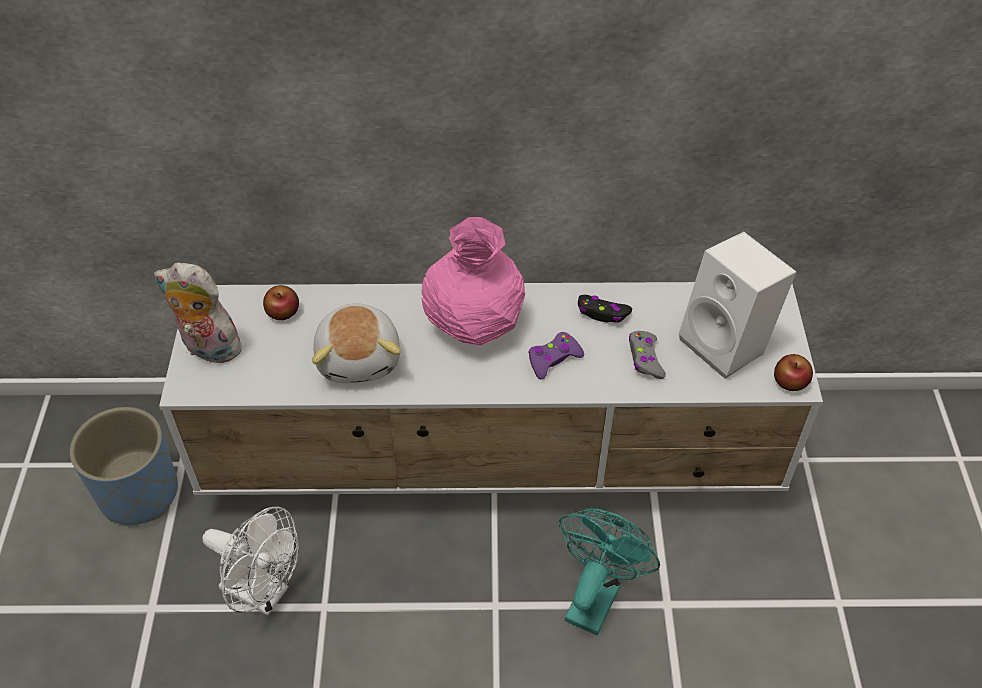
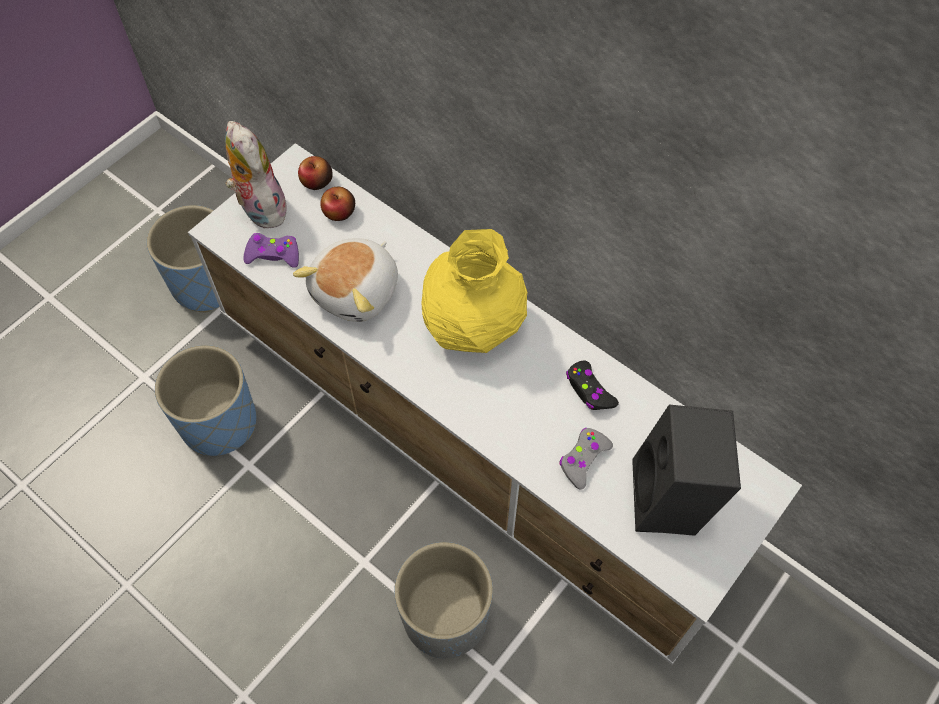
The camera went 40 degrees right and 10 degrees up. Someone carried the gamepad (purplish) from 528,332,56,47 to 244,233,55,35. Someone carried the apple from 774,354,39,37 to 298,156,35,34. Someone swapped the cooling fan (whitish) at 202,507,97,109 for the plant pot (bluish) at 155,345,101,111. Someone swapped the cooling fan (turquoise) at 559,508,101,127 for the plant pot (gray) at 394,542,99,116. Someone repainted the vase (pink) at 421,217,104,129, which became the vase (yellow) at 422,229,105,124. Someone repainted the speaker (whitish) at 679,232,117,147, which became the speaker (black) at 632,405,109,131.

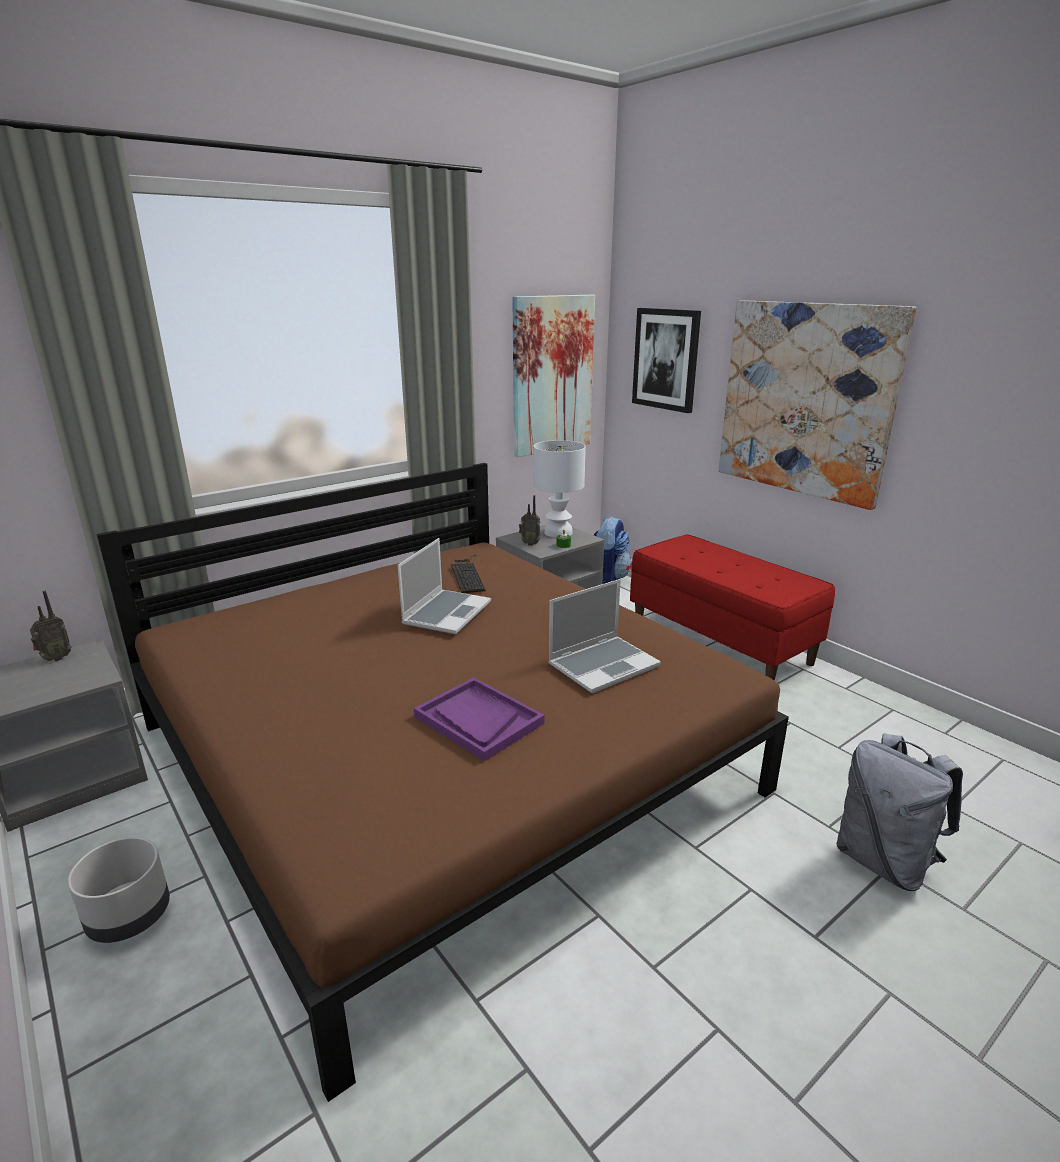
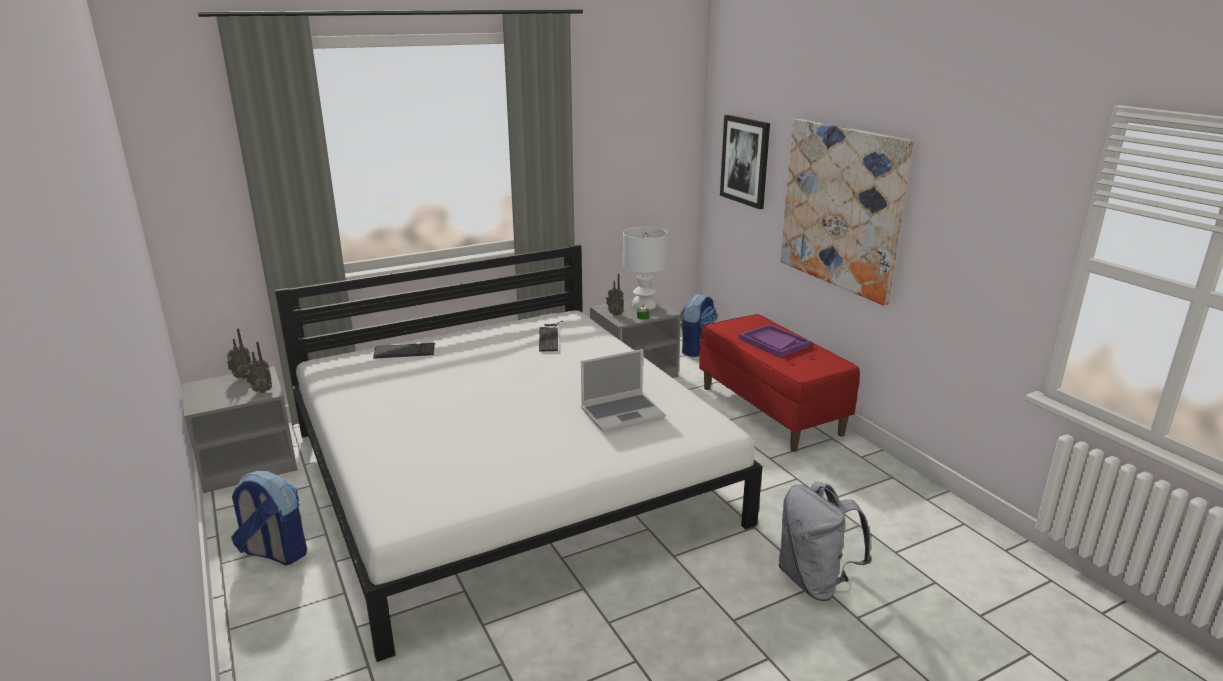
The camera went 10 degrees right and 0 degrees up. Someone took away the notebook computer at 398,538,93,96. Someone took away the wall picture at 512,295,83,162. Someone put down the radio receiver at 245,341,27,52. Someone put down the computer keyboard at 373,343,62,16. Someone carried the tray (purplish) from 414,677,131,84 to 739,324,72,33. Someone swapped the plant pot (gray) at 68,837,102,106 for the backpack at 231,471,76,94. Someone repainted the bedroom bed (brown-coloured) at 97,463,692,639, which became the bedroom bed (whitish) at 275,244,488,418.

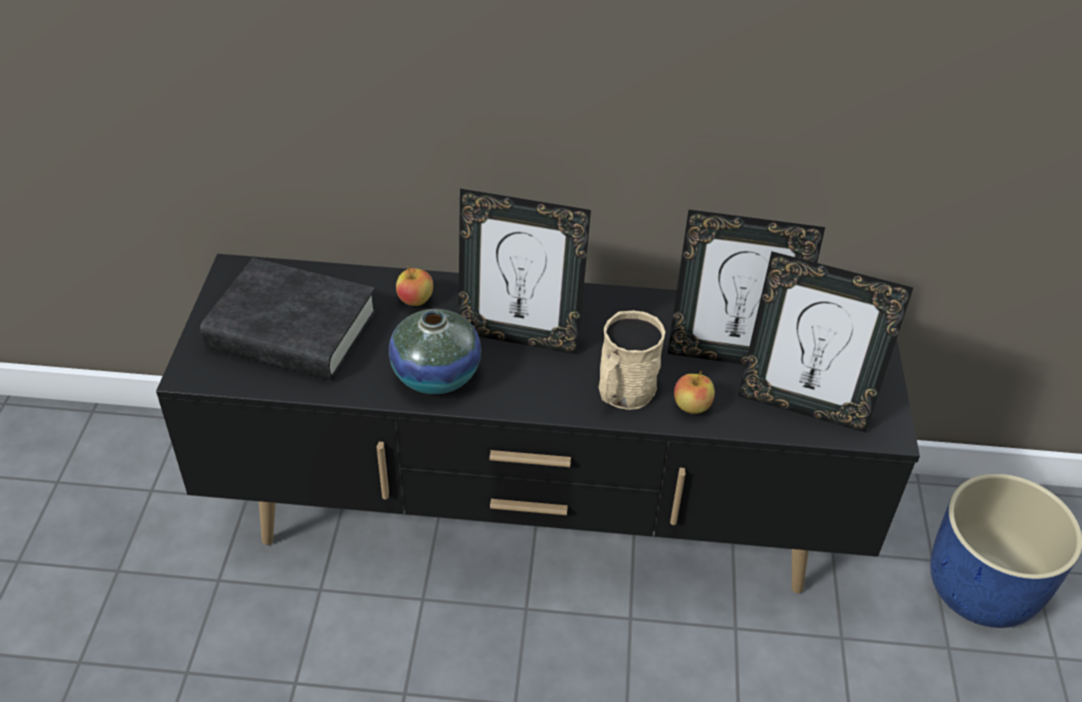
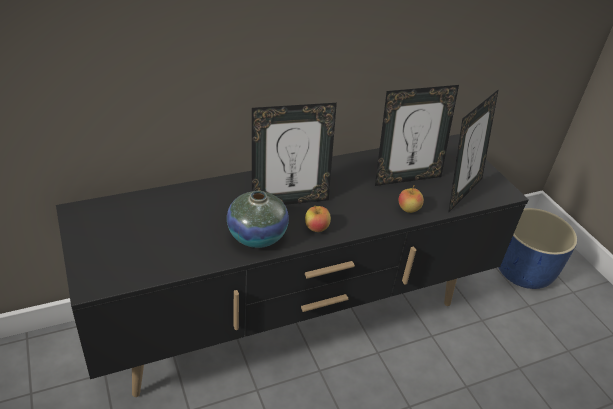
The camera went 30 degrees left and 5 degrees down. Someone took away the bound book (black) at 200,258,177,122. Someone took away the mug (sand-coloured) at 599,311,66,99. Someone carried the apple from 396,266,37,40 to 305,206,26,26. Someone rotated the picture frame at 738,251,175,182 by 45 degrees counterclockwise.

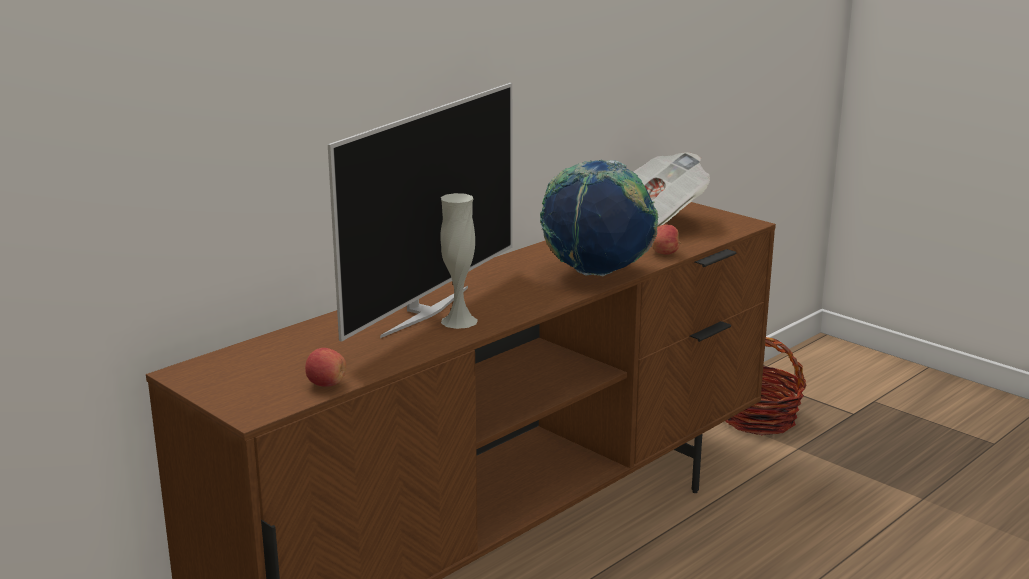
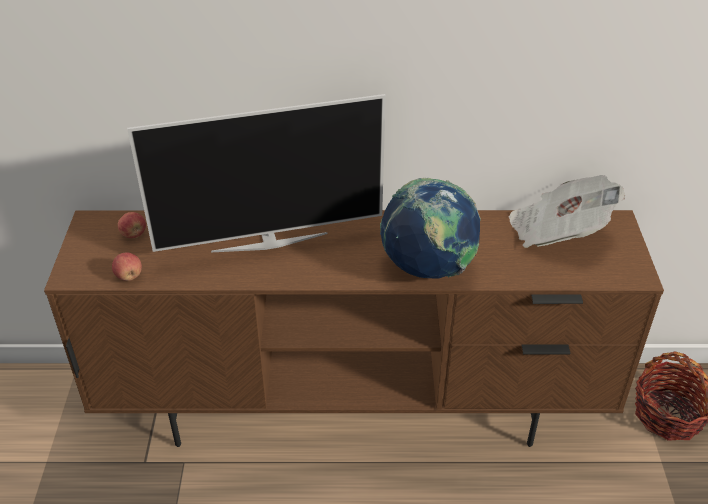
The camera went 45 degrees right and 20 degrees up. Someone took away the vase (whitish) at 440,193,38,136. Someone carried the apple from 652,224,29,31 to 118,212,28,26.

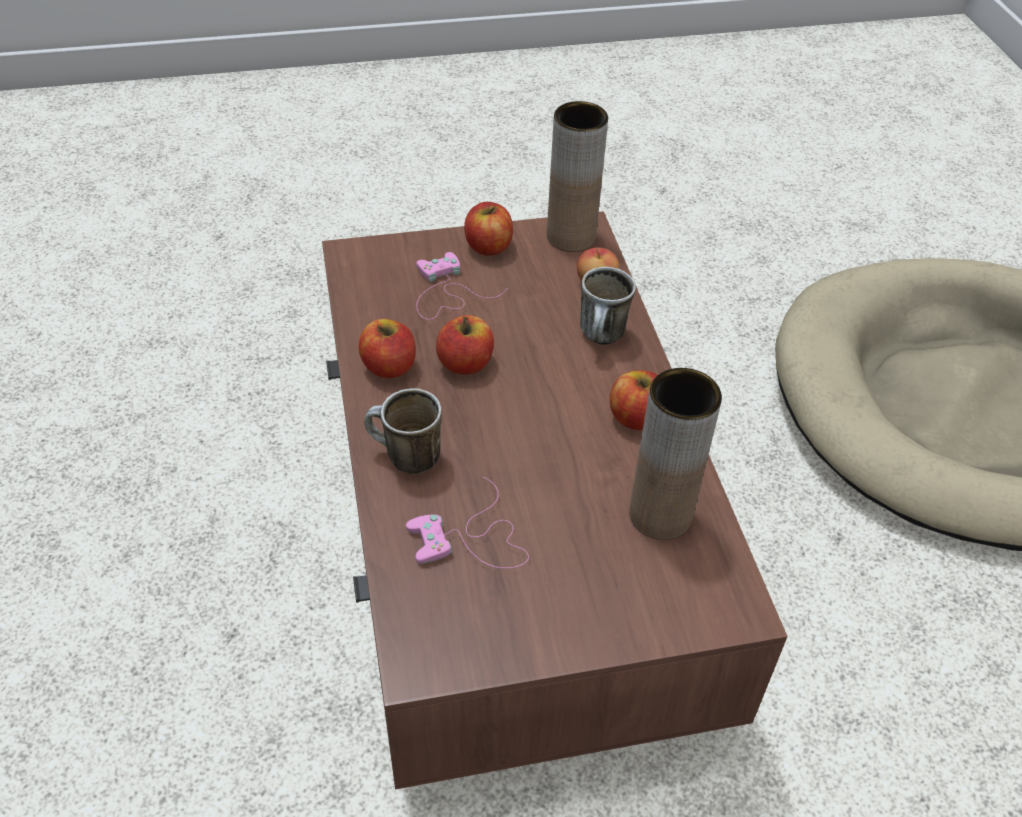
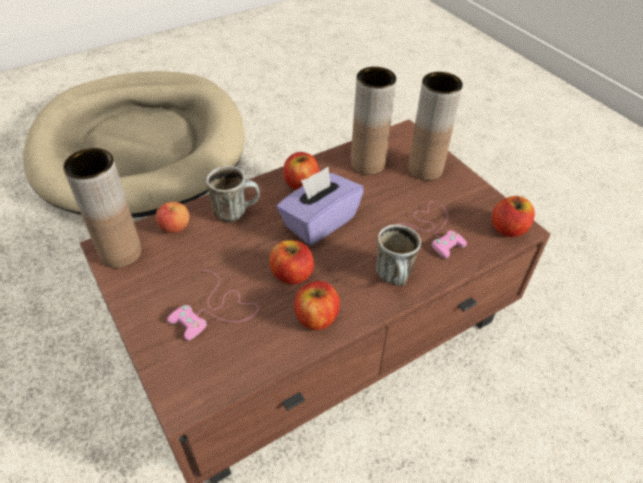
The camera went 110 degrees left and 0 degrees up. Someone put down the tissue holder (purplish) at 276,167,88,78. Someone put down the vase (brown-coloured) at 408,72,55,108. Someone carried the apple from 464,202,49,53 to 492,196,43,41.

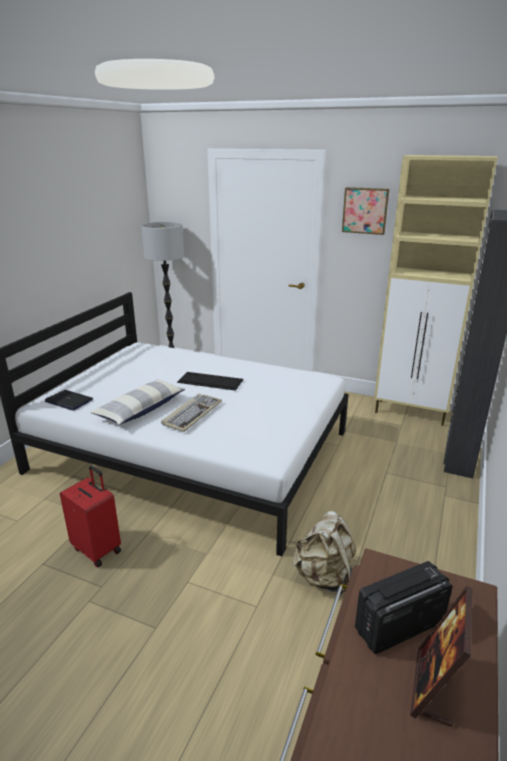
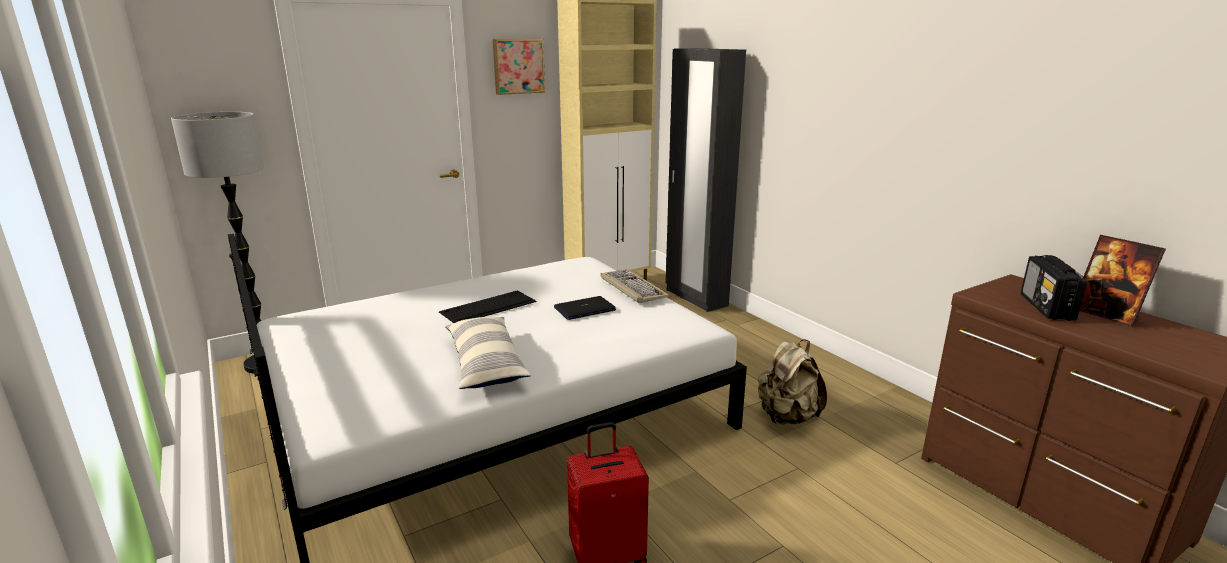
The camera went 55 degrees left and 5 degrees down. Someone carried the notebook computer from 45,390,48,21 to 554,296,62,24. Someone carried the computer keyboard from 161,393,61,39 to 600,270,69,33.

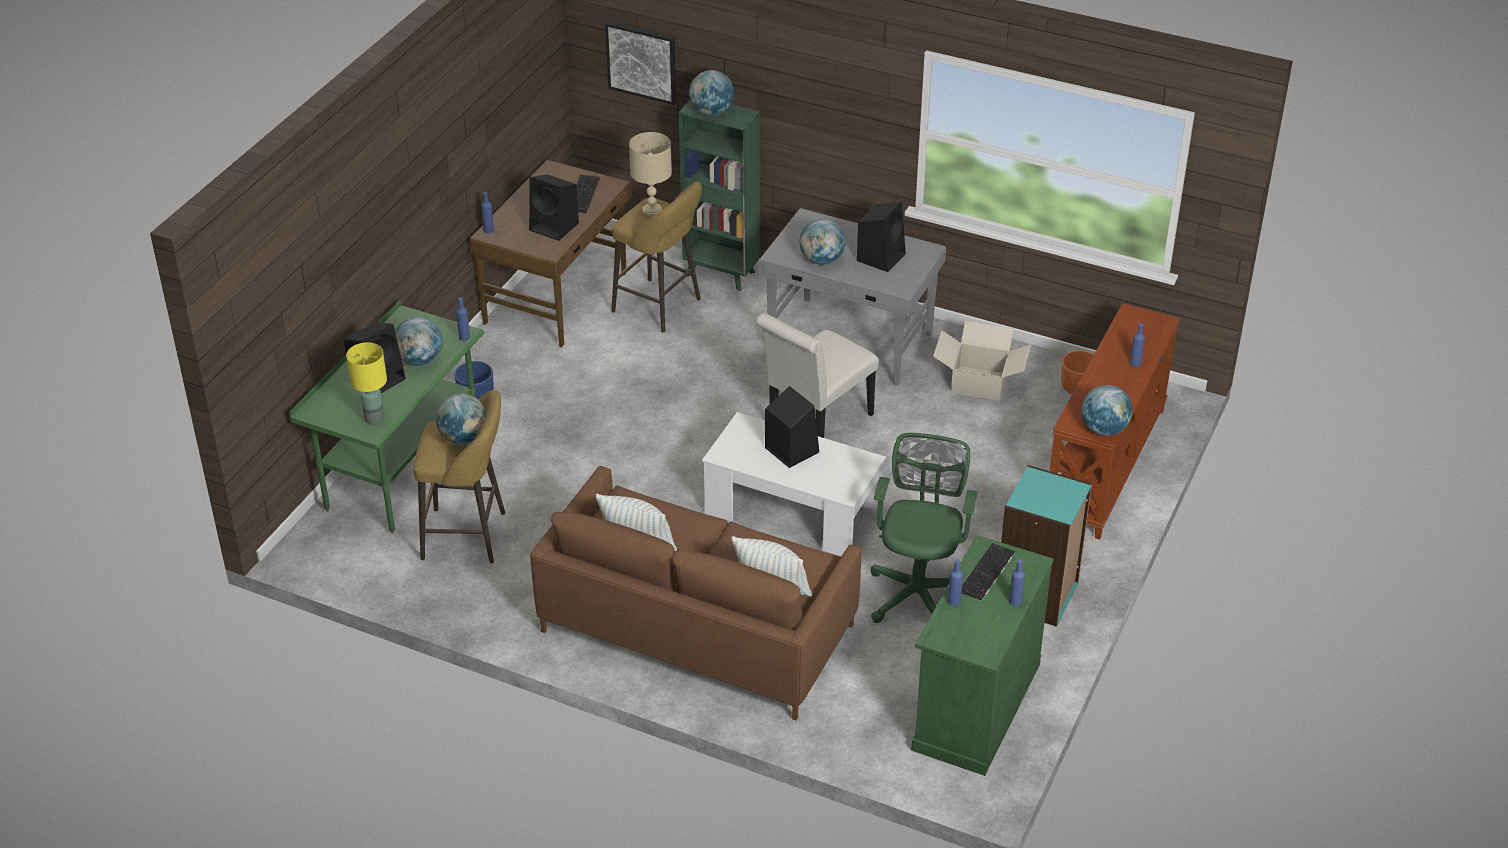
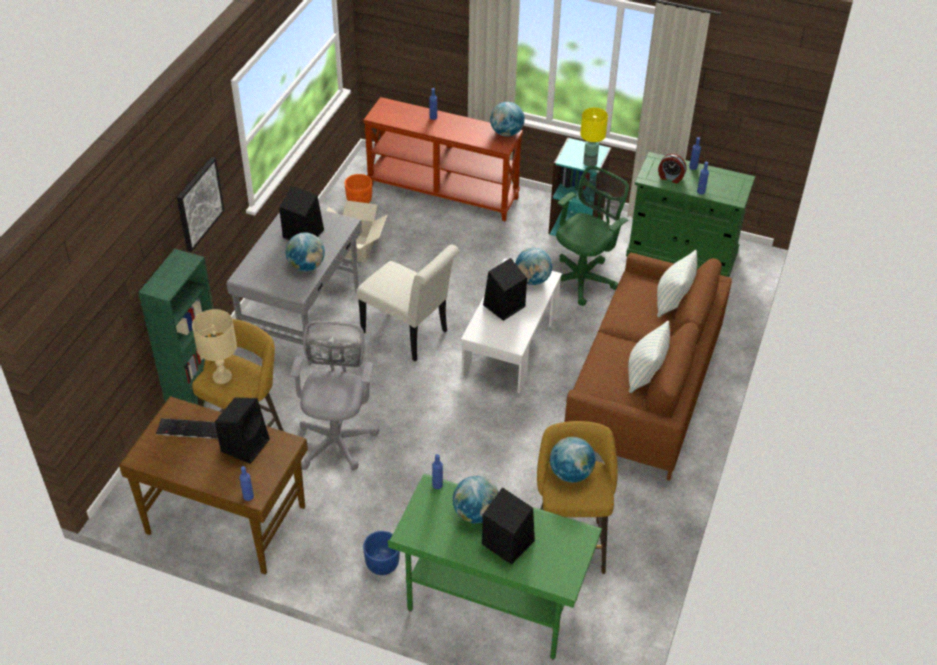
The camera went 95 degrees left and 5 degrees up. Someone put down the office chair (gray) at 290,321,89,149. Someone carried the table lamp (yellow) from 346,342,41,83 to 580,107,28,59. Someone carried the wall picture from 605,21,71,84 to 177,157,48,95. Someone carried the globe from 689,70,45,46 to 515,248,37,37. Someone swapped the computer keyboard at 962,543,53,58 for the table clock at 658,154,29,30. Someone rotated the office chair (green-coloured) at 871,433,107,190 by 120 degrees clockwise.

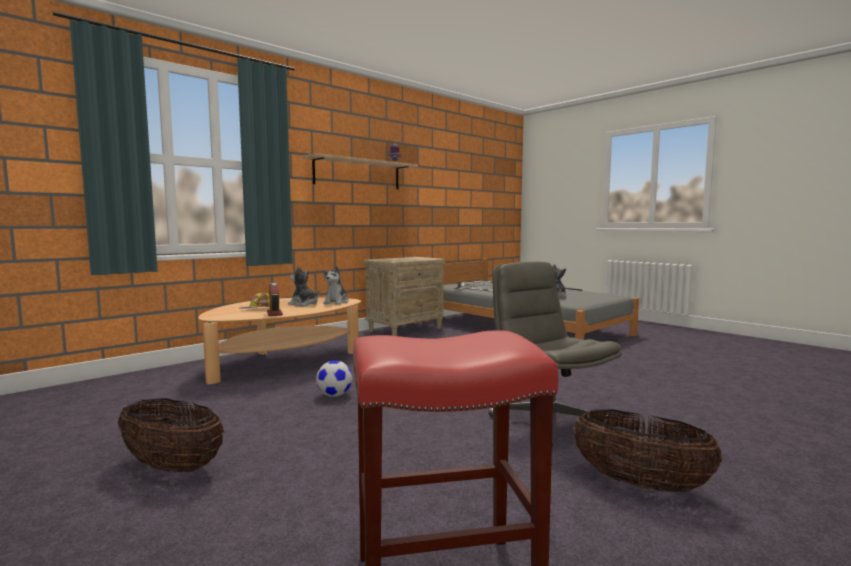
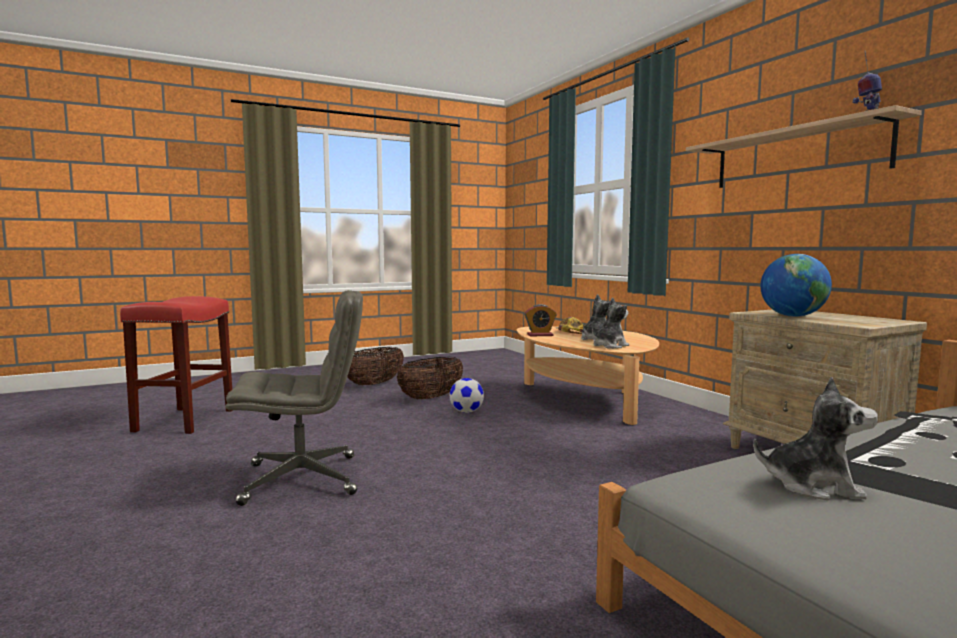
The camera went 105 degrees right and 0 degrees up. Someone put down the globe at 760,254,72,63. Someone carried the basket from 573,410,149,82 to 397,357,66,42. Someone rotated the plush toy at 323,265,25,40 by 120 degrees clockwise.

